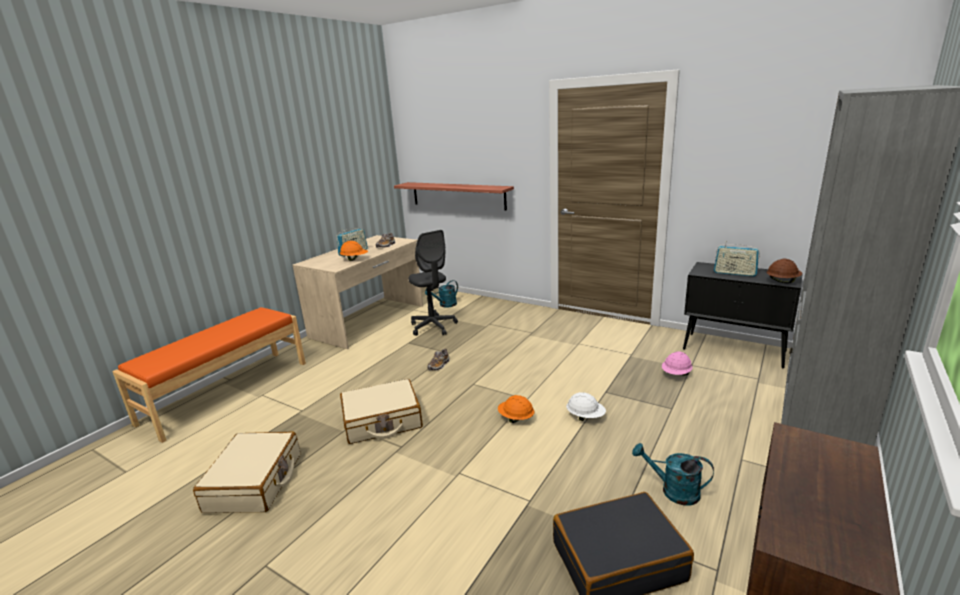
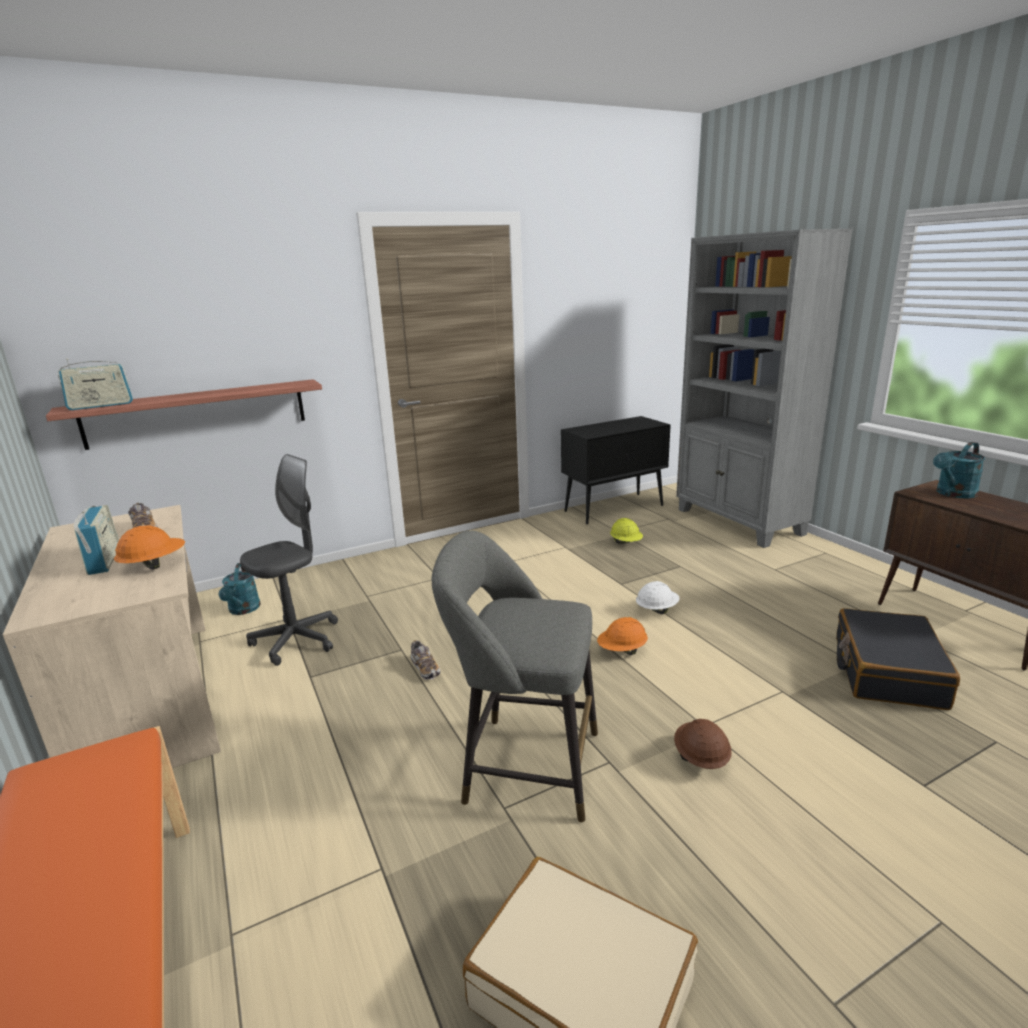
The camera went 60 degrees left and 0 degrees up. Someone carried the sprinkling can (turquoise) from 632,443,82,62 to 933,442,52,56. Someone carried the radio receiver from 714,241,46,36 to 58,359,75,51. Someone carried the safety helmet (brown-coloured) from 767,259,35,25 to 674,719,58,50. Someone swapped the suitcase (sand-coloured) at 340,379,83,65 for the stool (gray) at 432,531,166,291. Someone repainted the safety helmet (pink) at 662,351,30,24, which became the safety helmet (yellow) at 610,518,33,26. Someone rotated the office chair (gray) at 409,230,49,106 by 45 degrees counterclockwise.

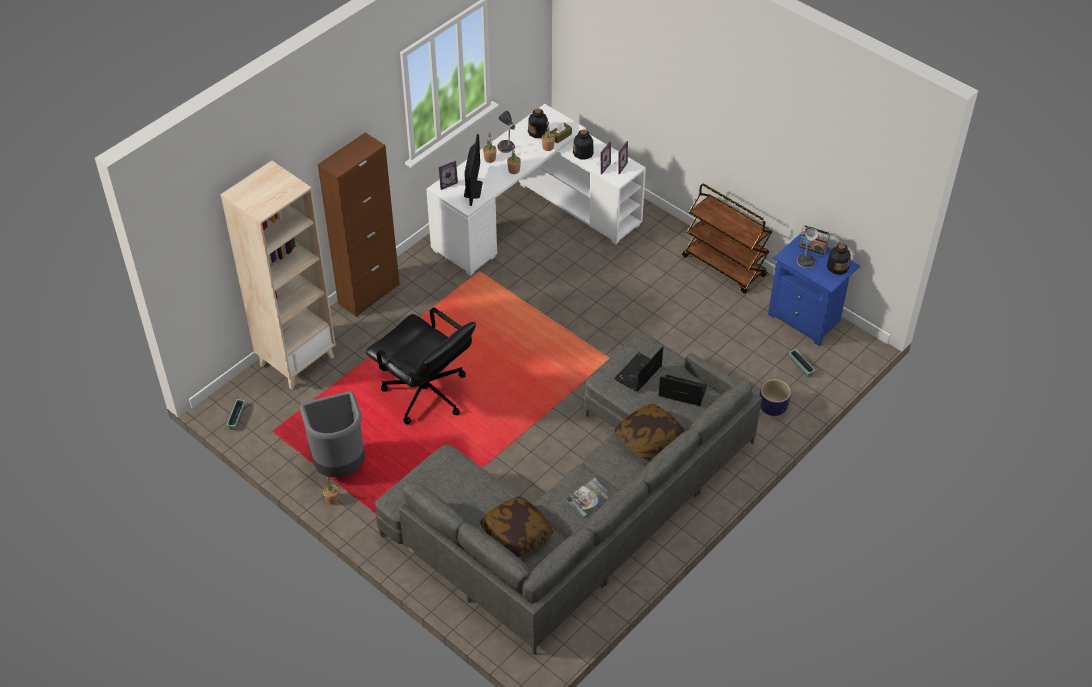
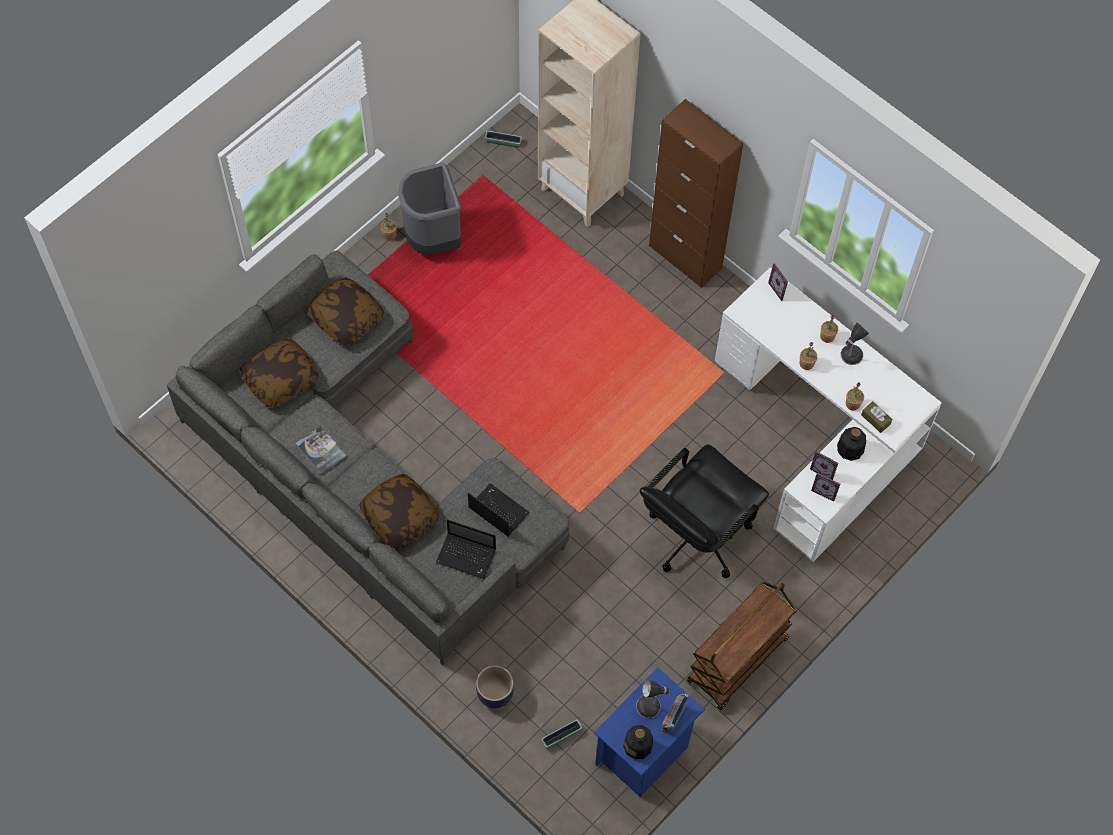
The camera went 90 degrees right and 15 degrees up. Someone took away the computer screen at 464,134,19,72. Someone took away the drink bottle at 528,109,20,29. Someone put down the throw pillow at 307,277,77,69. Someone carried the office chair (black) from 366,308,110,116 to 640,445,129,133. Someone rotated the notebook computer at 658,375,49,31 by 90 degrees clockwise.

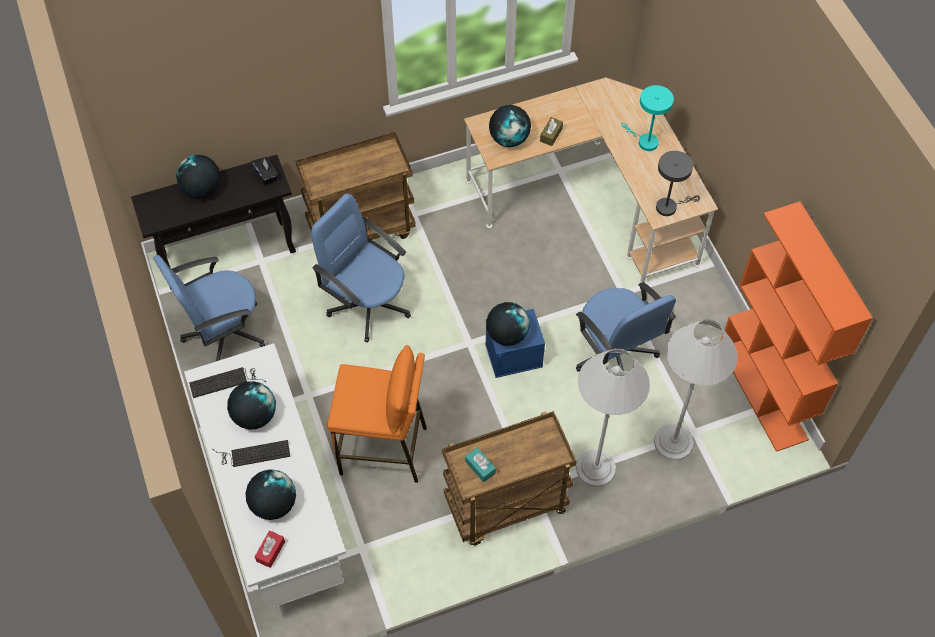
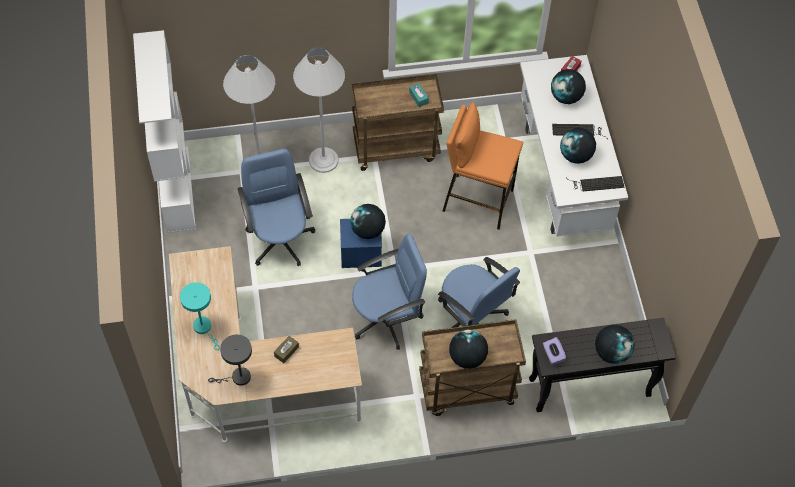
The camera went 170 degrees left and 0 degrees up. Someone carried the office chair (bluish) from 153,255,112,106 to 352,233,75,117. Someone carried the globe from 489,105,42,42 to 449,329,39,40. Someone carried the table lamp (gray) from 656,151,44,65 to 208,334,44,52. Someone repainted the tissue holder (black) at 252,157,26,28, which became the tissue holder (purplish) at 543,337,23,28. Someone repainted the shelving unit (orange-coloured) at 721,201,152,251, which became the shelving unit (whitish) at 133,30,63,203.

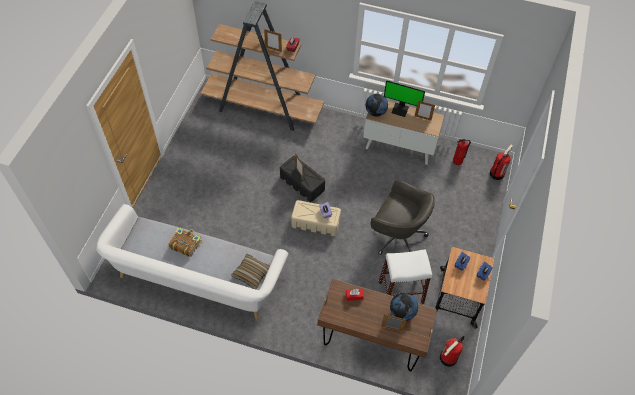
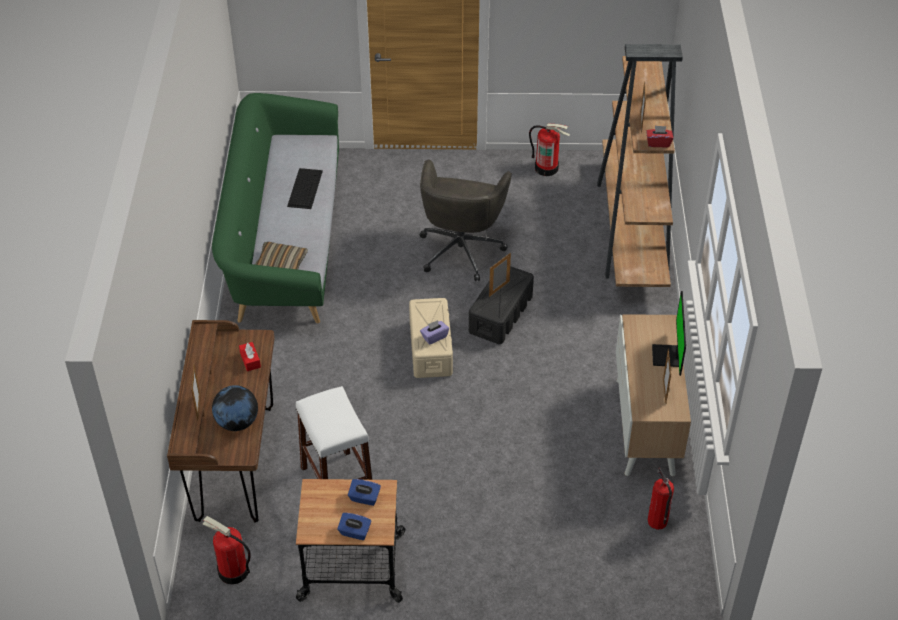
The camera went 75 degrees right and 10 degrees down. Someone took away the globe at 366,94,22,23. Someone carried the office chair (gray) from 371,179,64,76 to 420,160,92,121. Someone carried the extinguisher from 490,145,23,35 to 529,123,41,53. Someone swapped the bound book at 168,227,34,30 for the computer keyboard at 287,168,36,41. Someone repainted the couch (whitish) at 96,204,192,115, which became the couch (green-coloured) at 212,93,127,230.

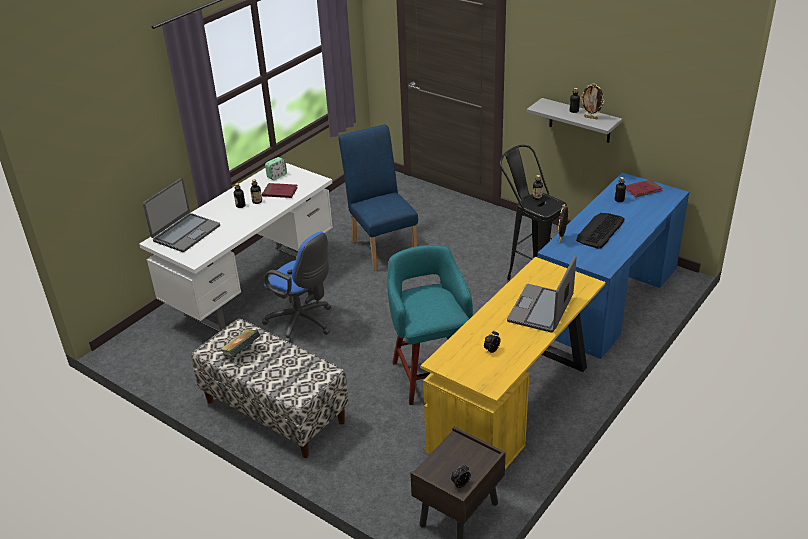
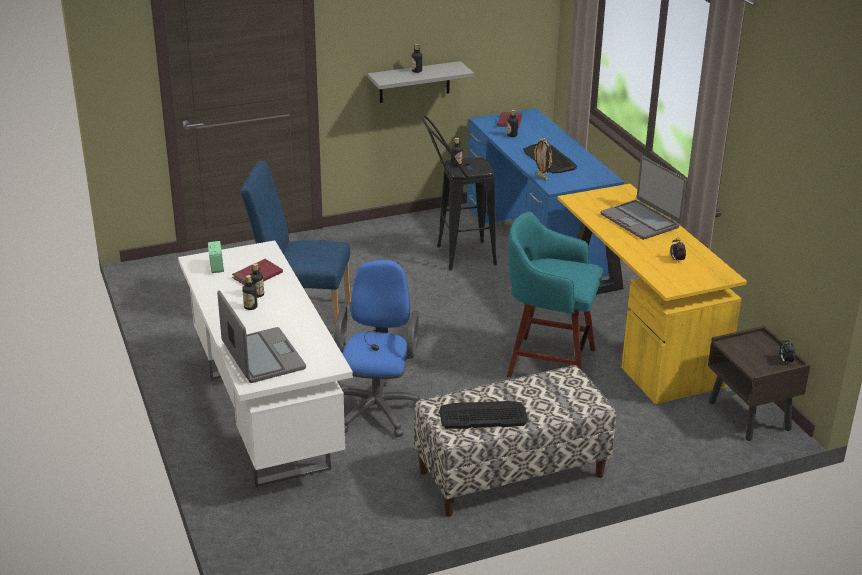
The camera went 60 degrees left and 5 degrees down. Someone took away the picture frame at 580,83,25,36. Someone swapped the bound book at 220,329,40,28 for the computer keyboard at 439,401,89,28. Someone rotated the office chair (bluish) at 262,232,69,110 by 60 degrees counterclockwise.

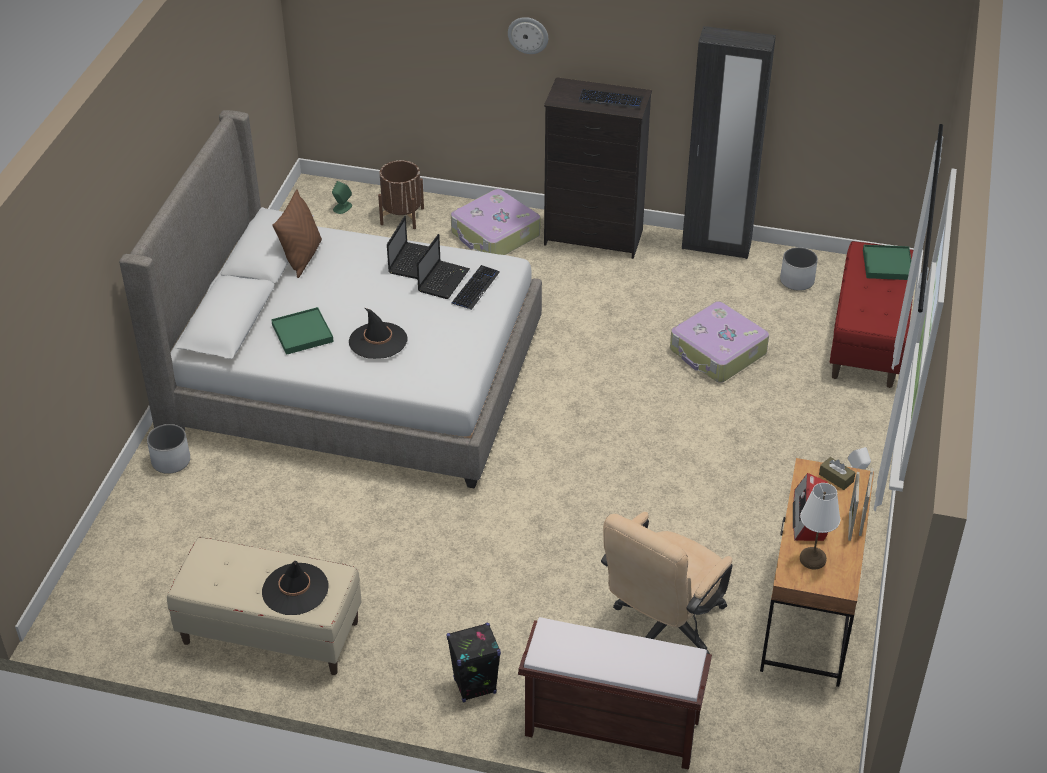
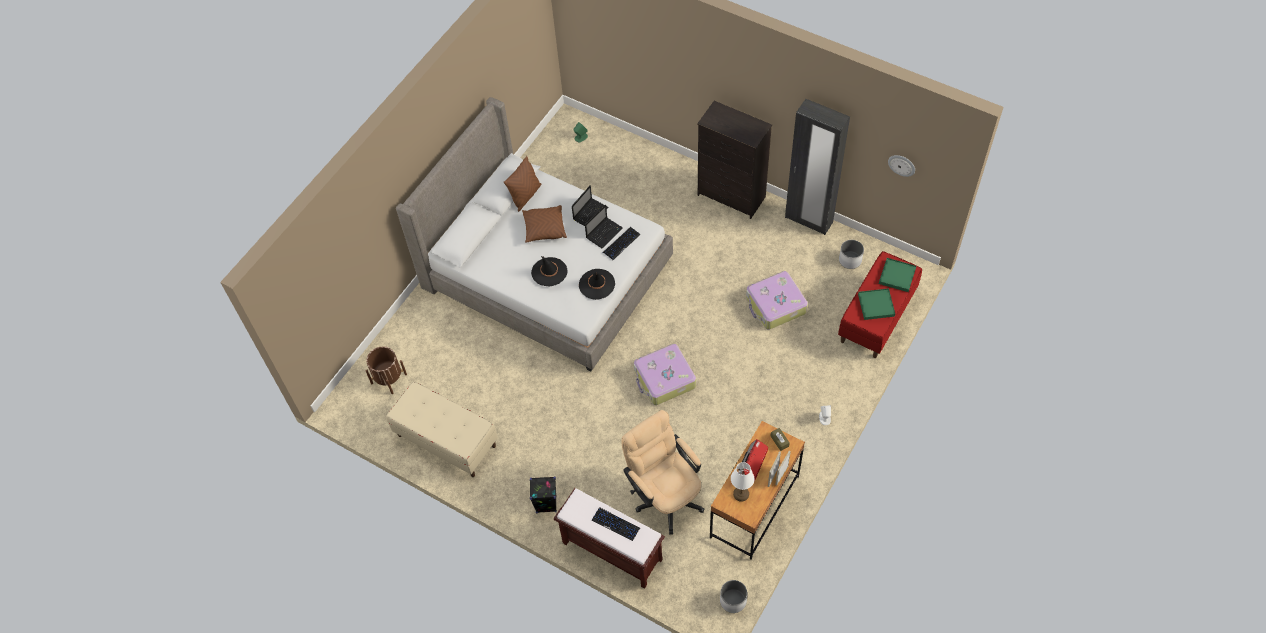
The camera went 20 degrees right and 15 degrees up. Someone put down the throw pillow (brown-coloured) at 522,205,45,38. Someone carried the plant pot (whitish) from 147,424,43,50 to 720,580,27,33. Someone carried the hat (black) from 262,561,67,54 to 579,269,36,31. Someone carried the tray (green-coloured) from 271,307,63,48 to 858,288,37,32. Someone carried the plant pot (brown-coloured) from 378,160,46,69 to 365,346,42,48. Someone carried the suitcase from 451,189,89,66 to 634,344,62,61. Someone carried the clock on the wall from 508,17,40,37 to 888,155,27,22. Someone carried the computer keyboard from 579,89,64,20 to 592,507,48,34. Someone rotated the office chair (sand-coloured) at 601,512,132,142 by 90 degrees clockwise.

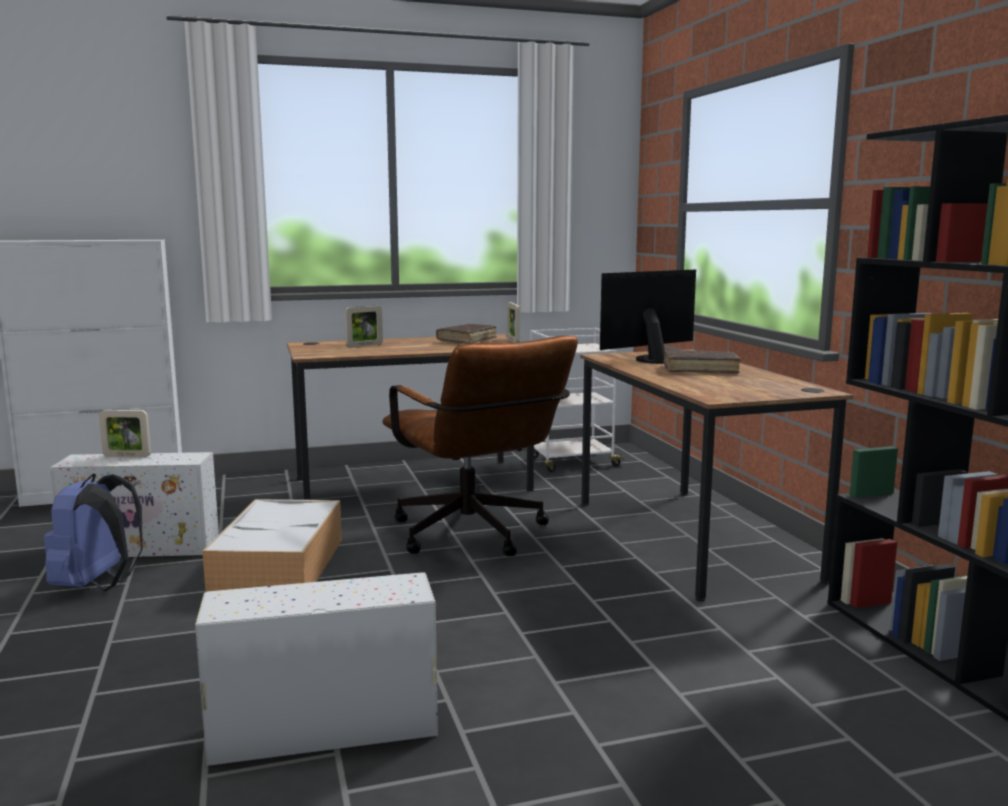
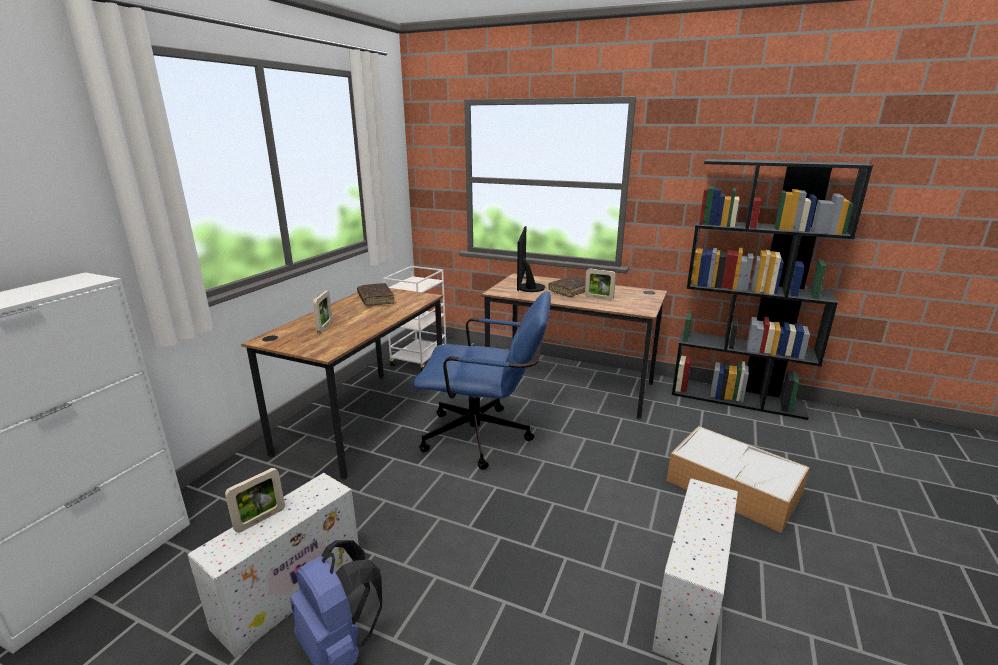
The camera went 50 degrees left and 10 degrees up. Someone carried the storage bin from 202,499,140,93 to 667,426,143,107. Someone carried the picture frame from 507,302,13,41 to 585,269,31,32. Someone repainted the office chair (brown-coloured) at 382,336,196,220, which became the office chair (bluish) at 414,291,137,179.

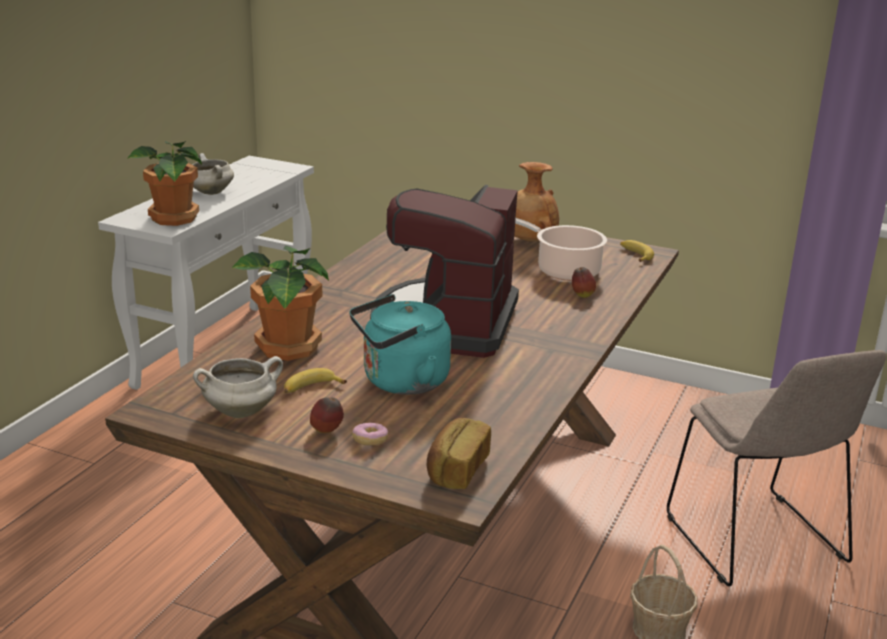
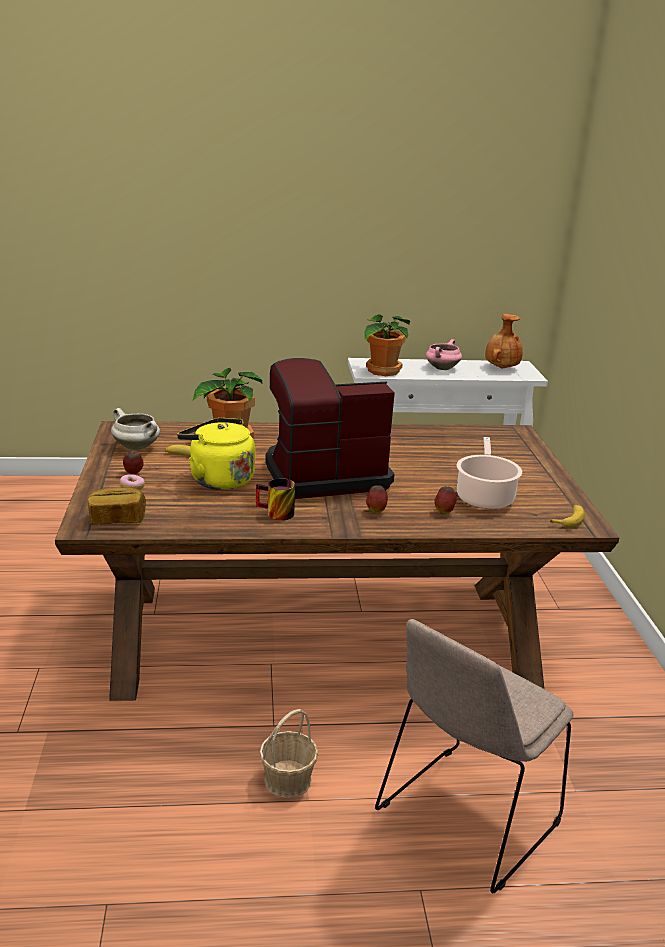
The camera went 60 degrees right and 0 degrees up. Someone put down the mug at 256,478,39,42. Someone put down the apple at 366,485,22,29. Someone carried the vase (brown-coloured) from 514,162,45,80 to 485,314,38,54. Someone repainted the saucepot (whitish) at 192,153,42,42, which became the saucepot (pink) at 426,339,36,31. Someone repainted the kettle (turquoise) at 349,294,102,101, which became the kettle (yellow) at 177,418,78,72.

